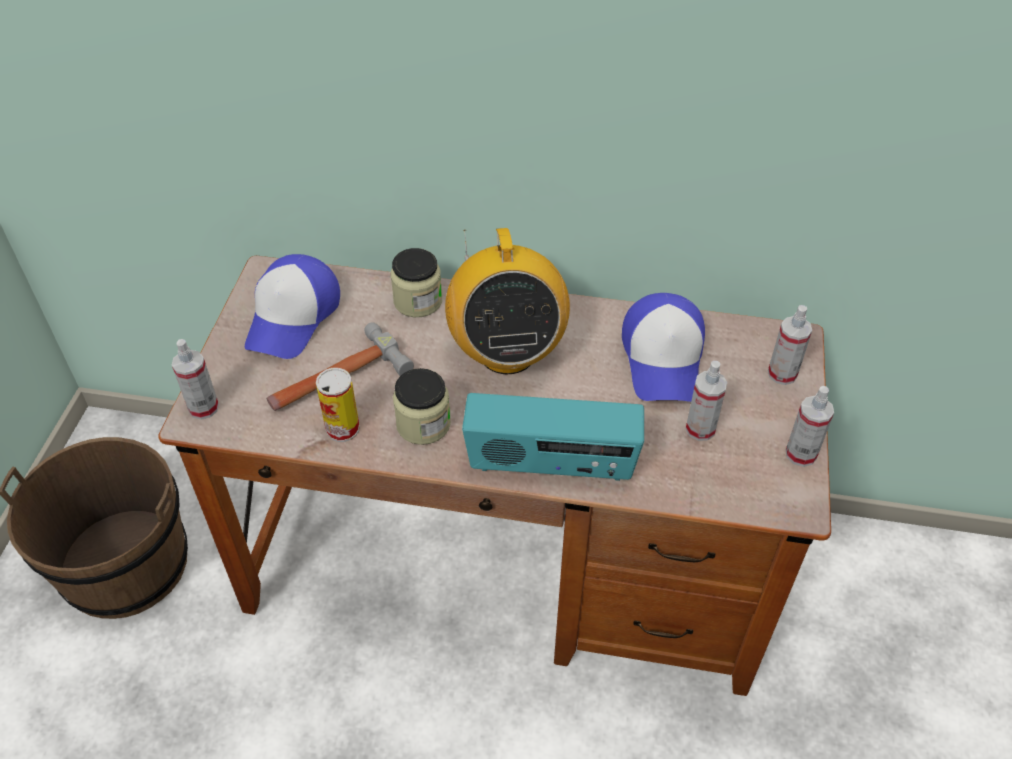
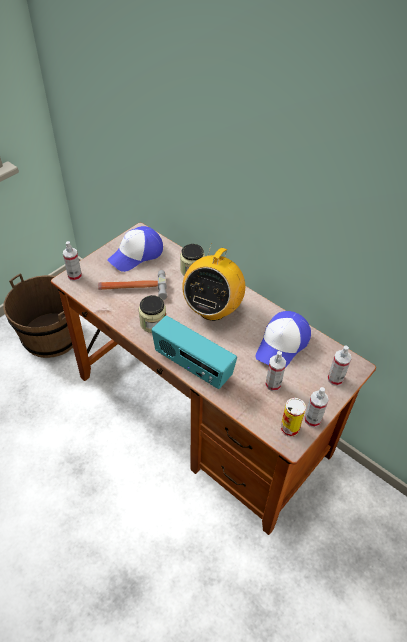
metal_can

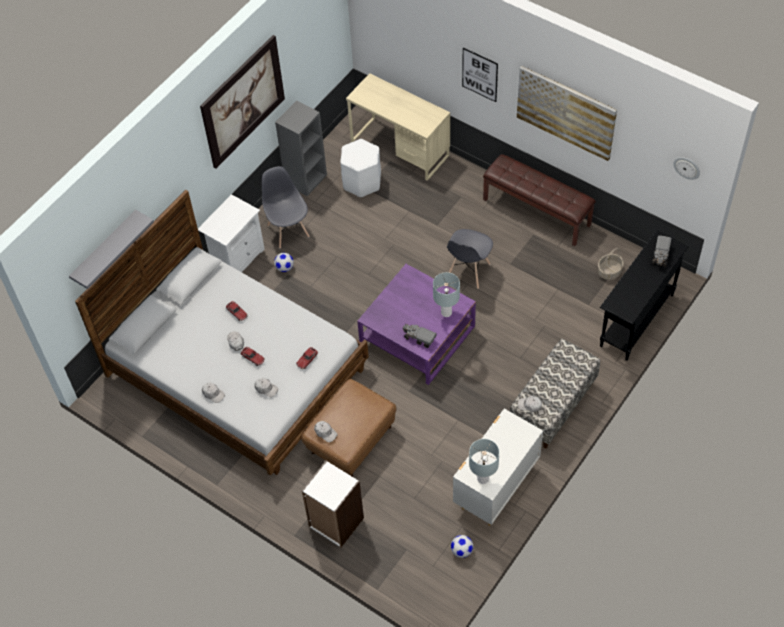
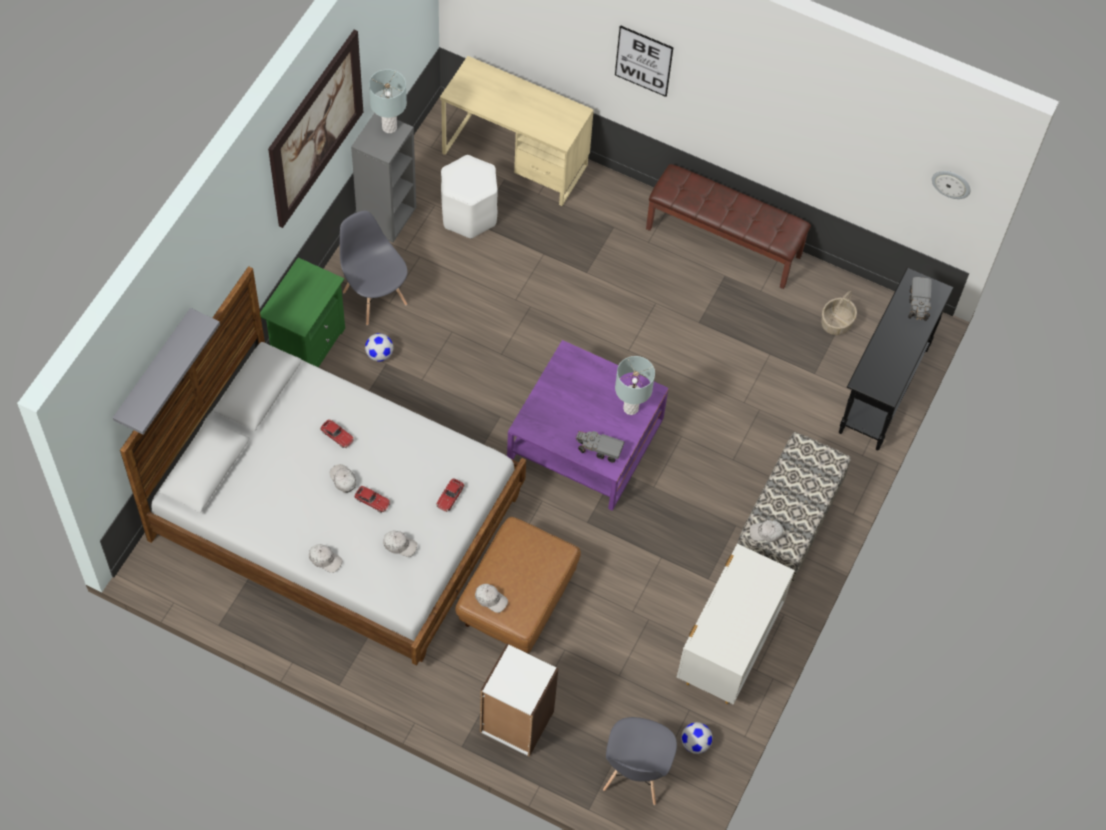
wall_art (no. 3 from left in the first image); green-coloured_night_table; gray_plain_chair (no. 2 from left); gray_table_lamp (no. 1 from left)

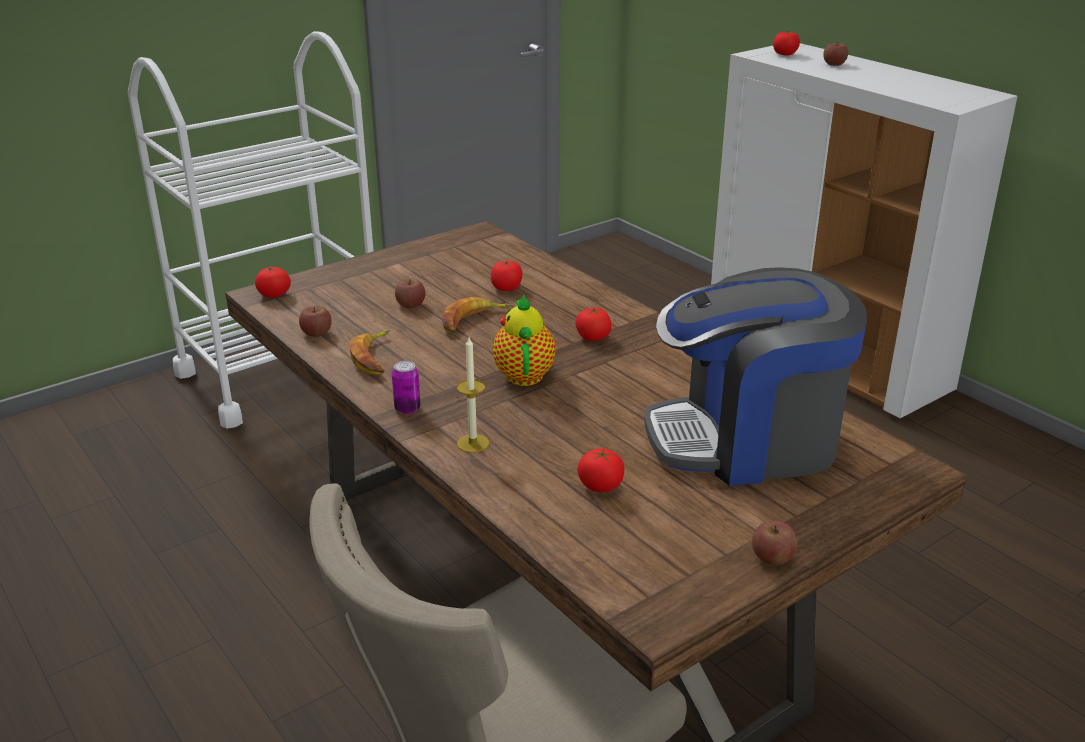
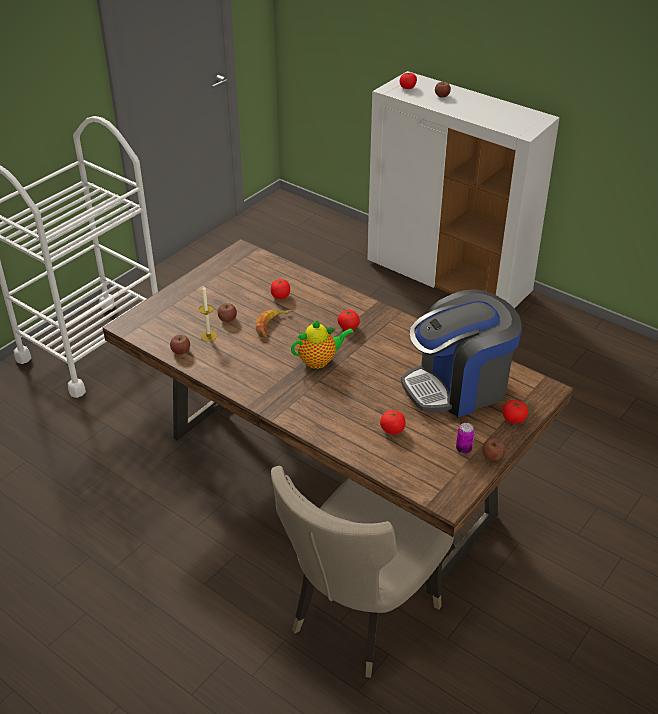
whole_tomato (no. 5 from left); teapot; banana_fruit (no. 1 from left in the first image); candle; metal_can

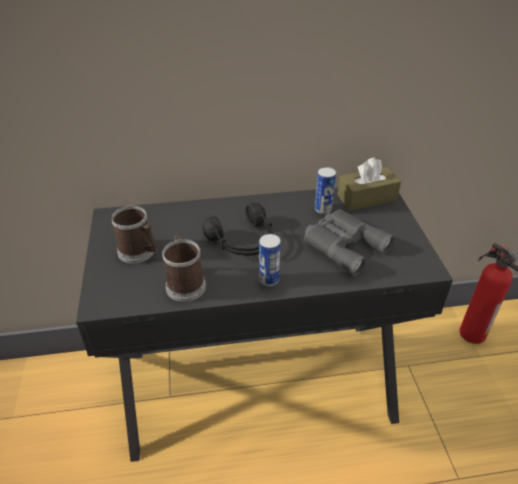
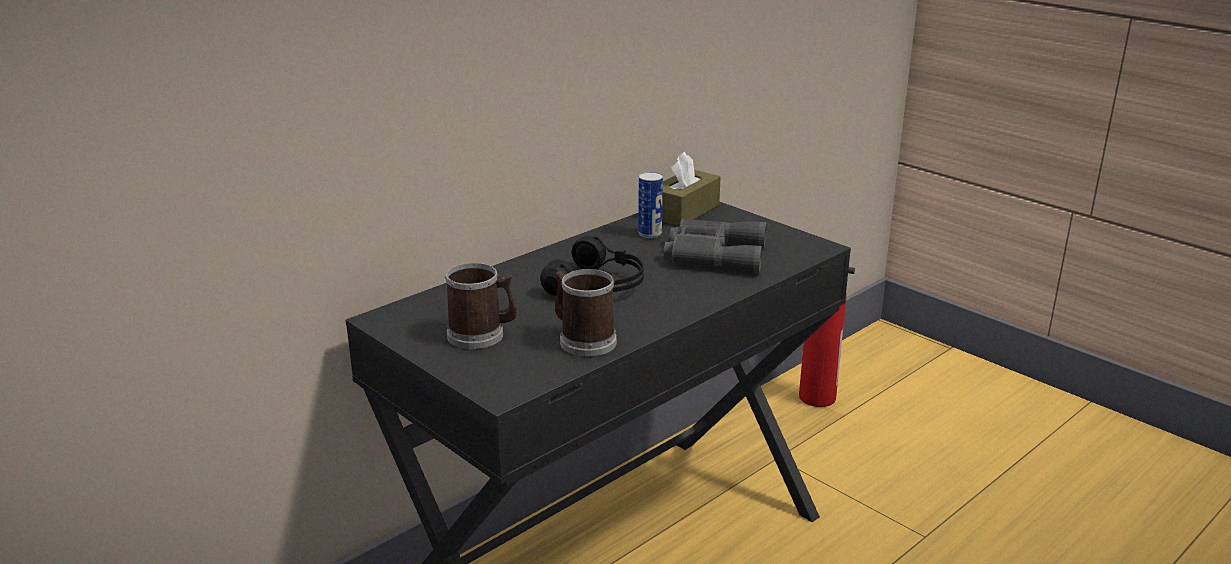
metal_can (no. 1 from left in the first image)

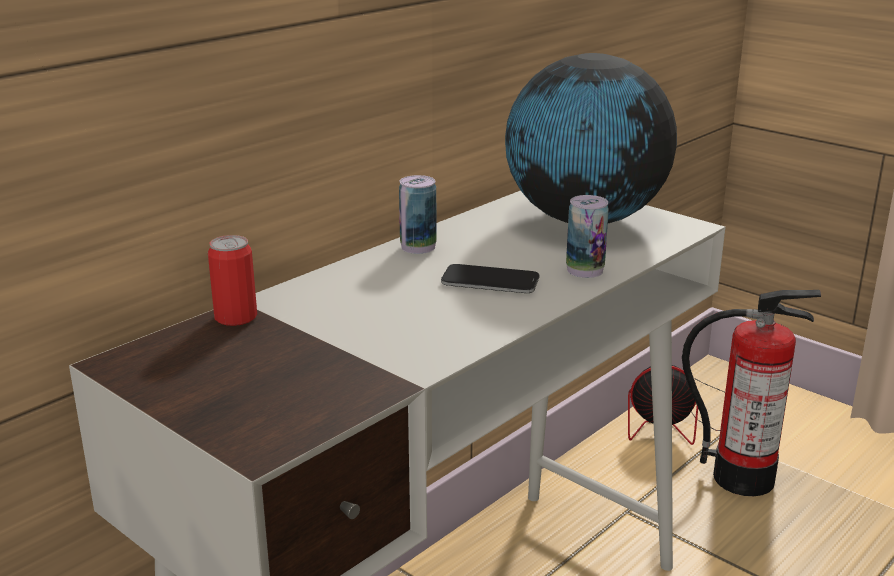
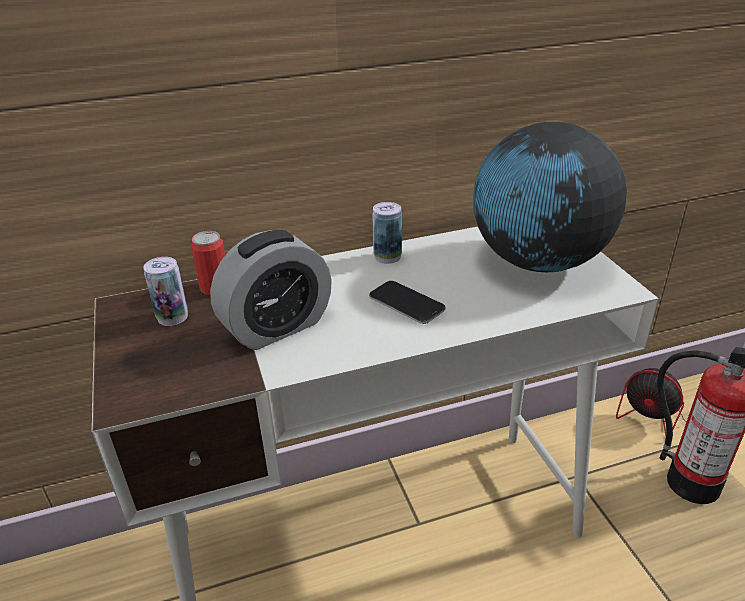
metal_can (no. 1 from left); alarm_clock

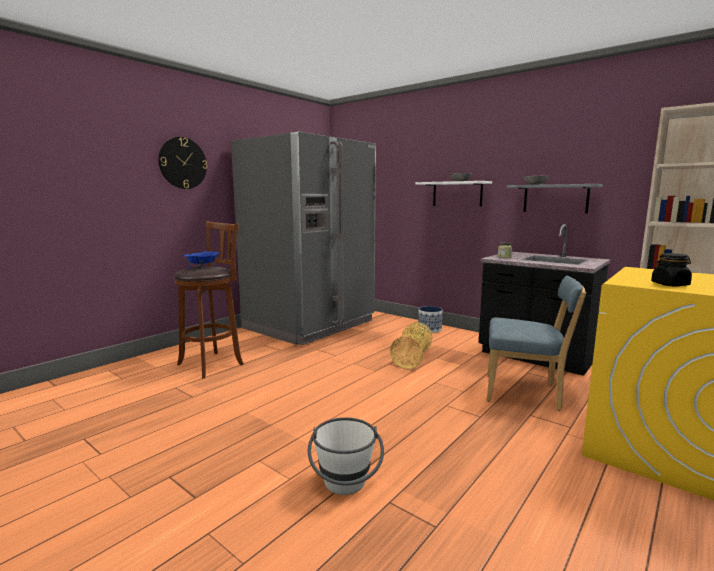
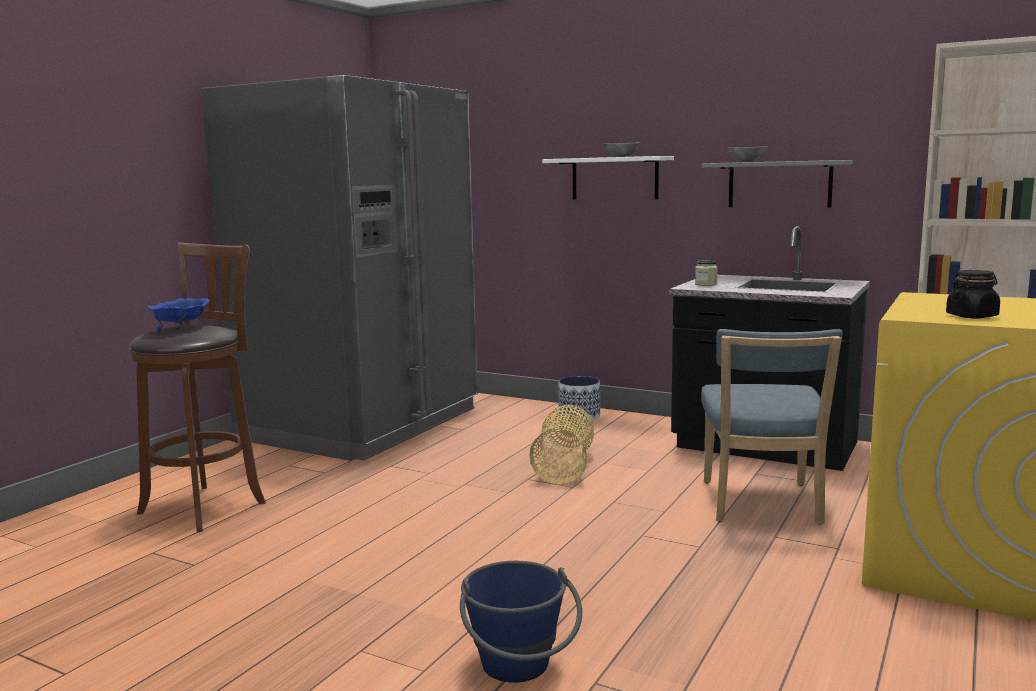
hanging_clock; blue-coloured_plain_chair; blue-coloured_water_bucket

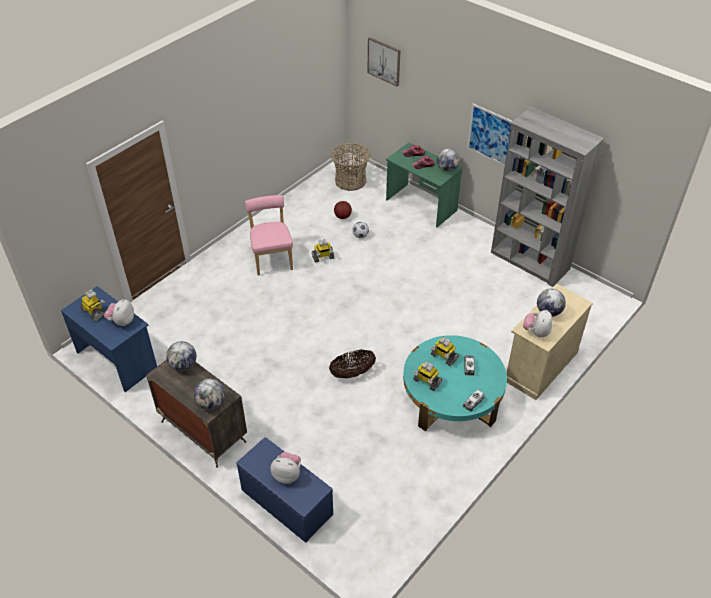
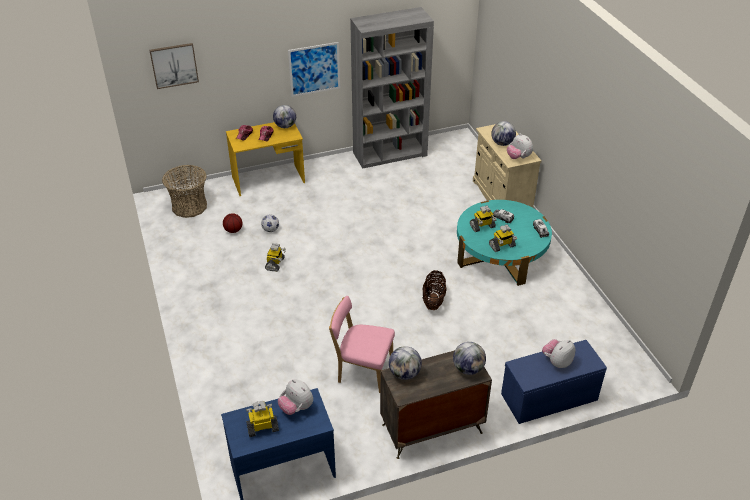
yellow_desk; pinkish_plain_chair

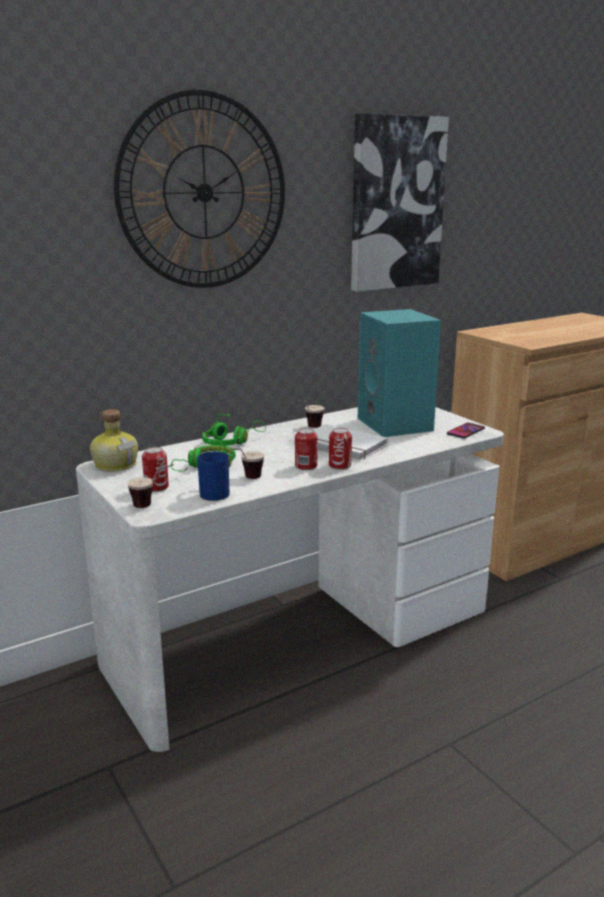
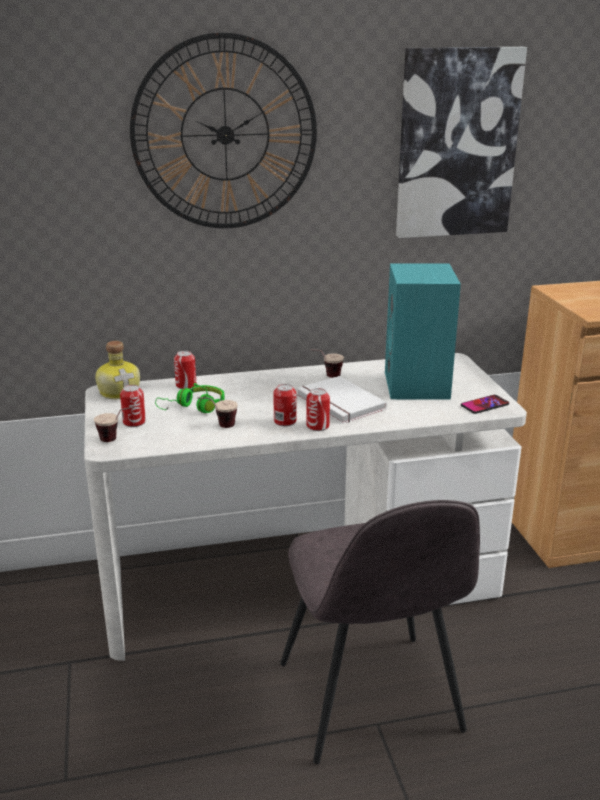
green-coloured_headset (no. 2 from left in the first image); blue-coloured_mug; metal_can (no. 2 from left); gray_plain_chair

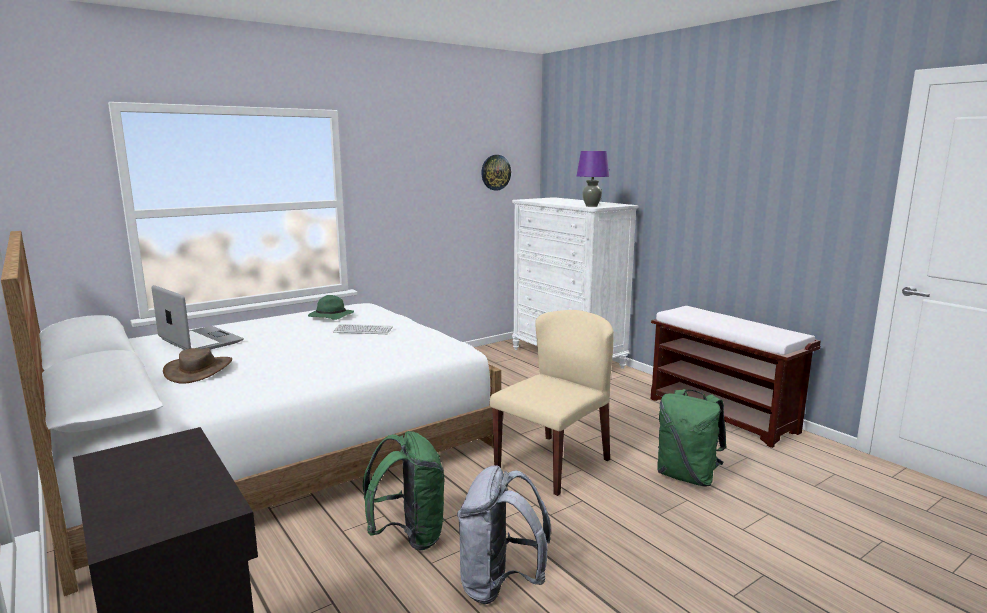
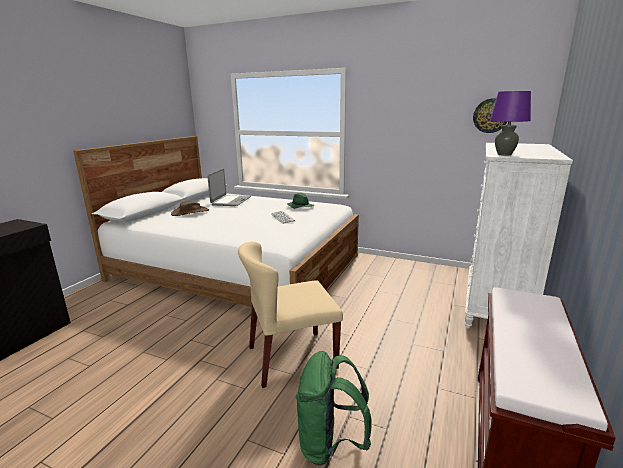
beige_plain_chair; green-coloured_knapsack (no. 1 from left in the first image); gray_knapsack

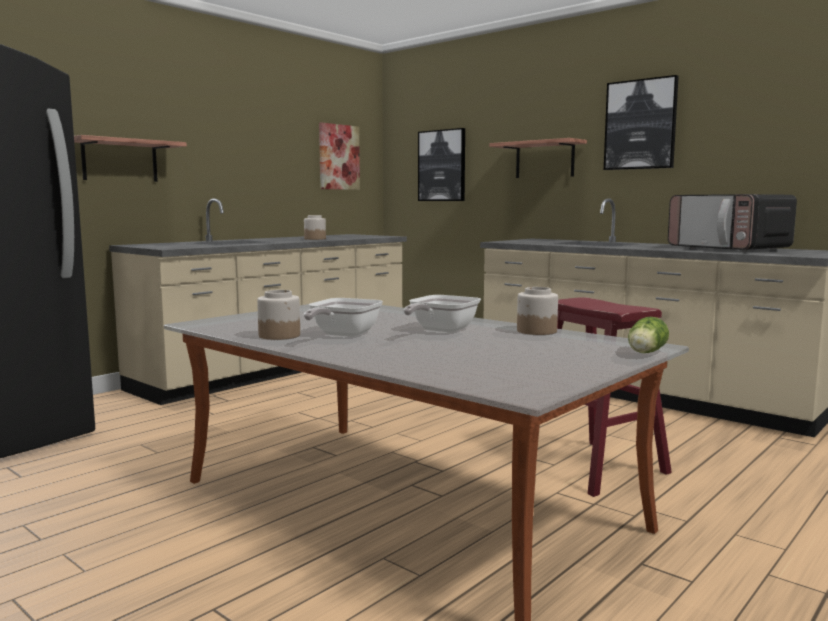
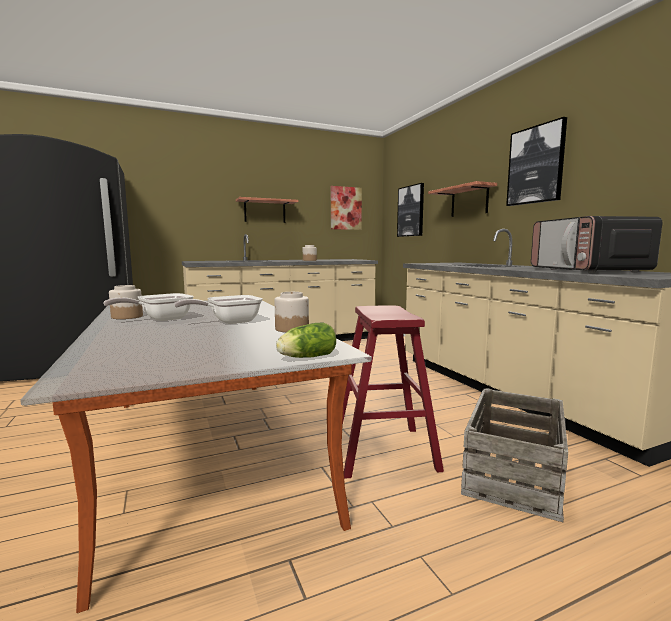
bracket_shelf (no. 1 from left); packing_crate

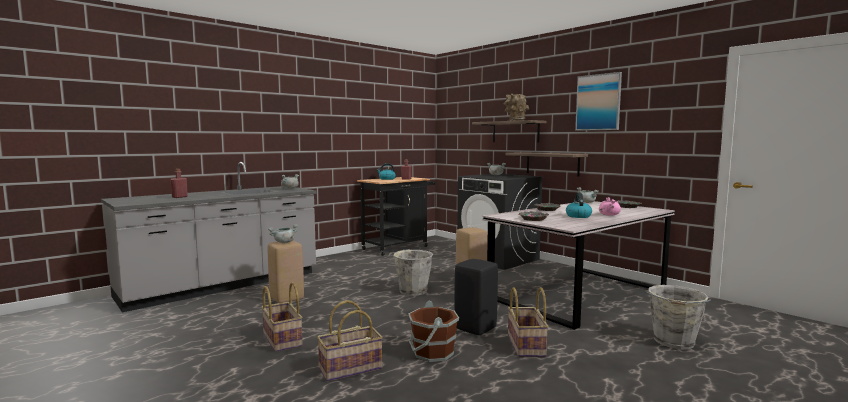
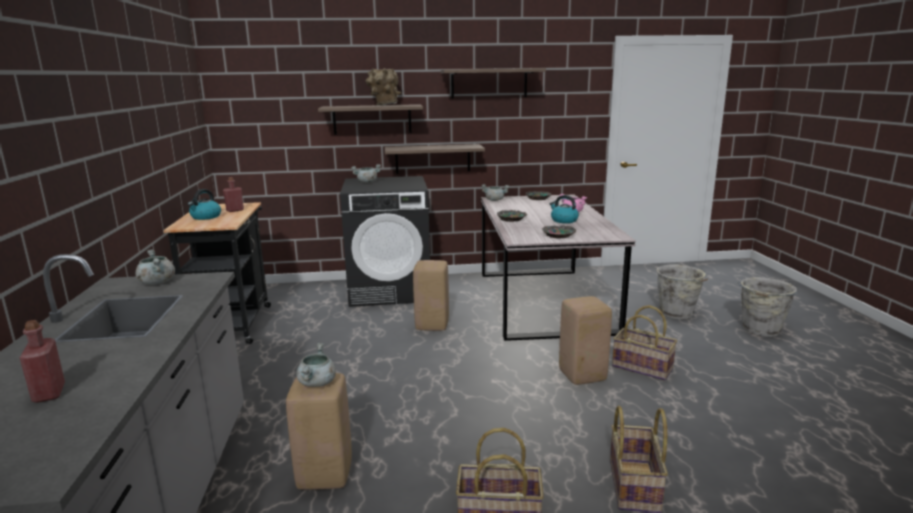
bracket_shelf (no. 3 from left); gray_water_bucket (no. 2 from left); beige_sitting_stool (no. 3 from left); brown_water_bucket

